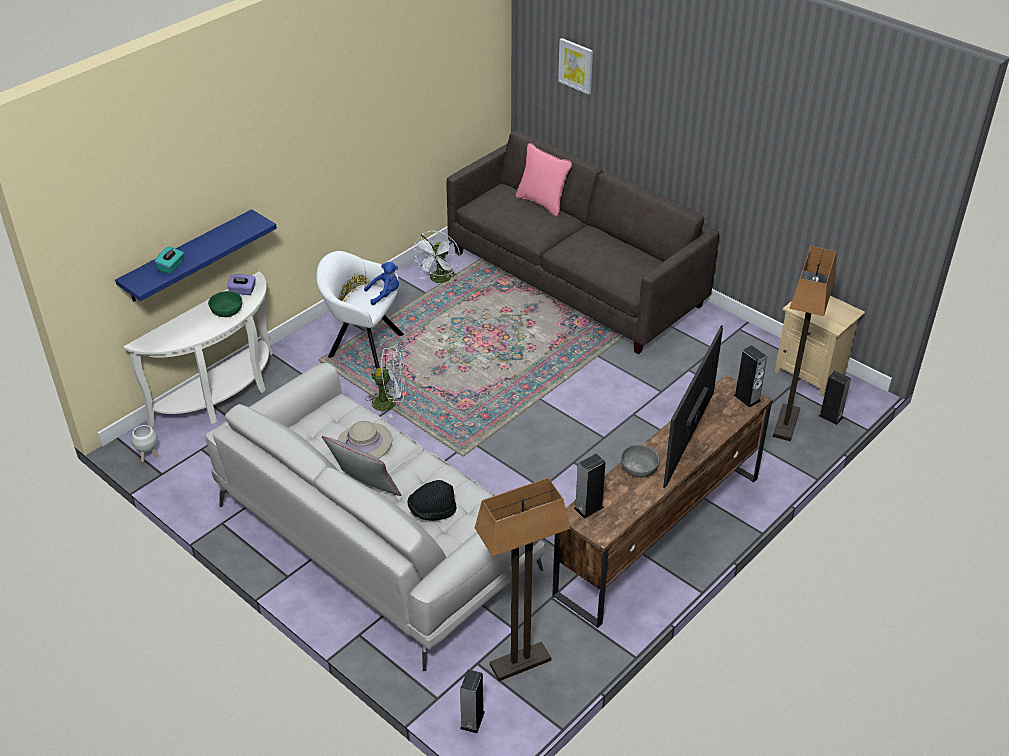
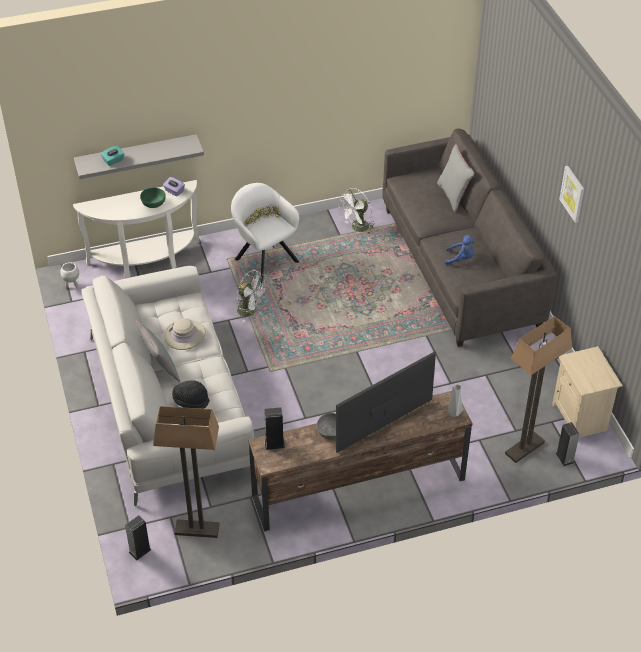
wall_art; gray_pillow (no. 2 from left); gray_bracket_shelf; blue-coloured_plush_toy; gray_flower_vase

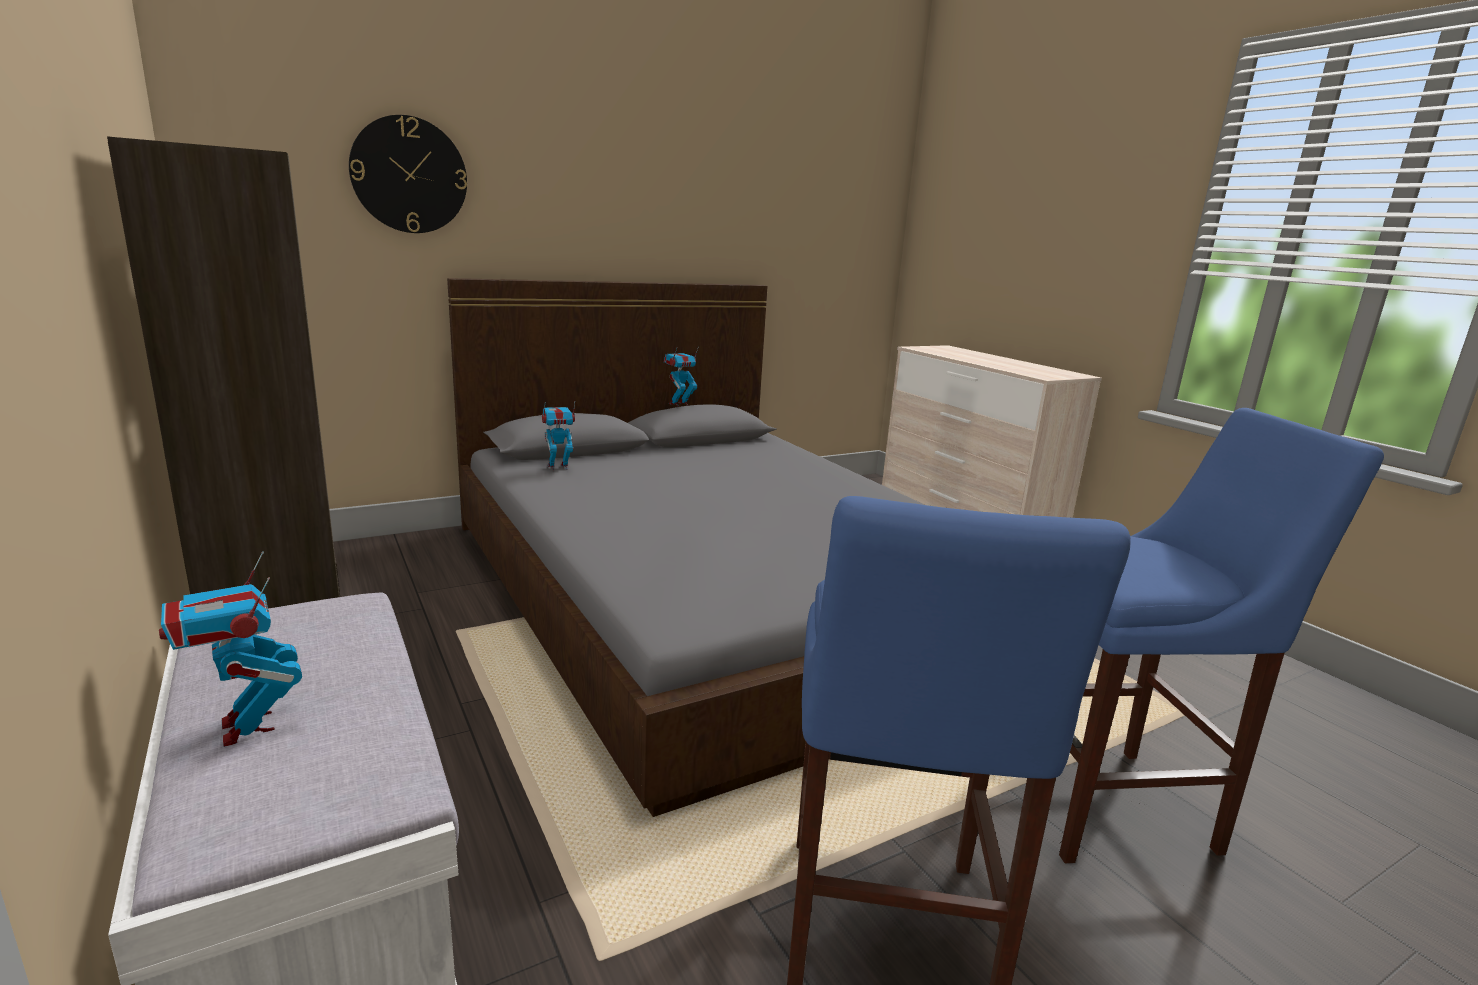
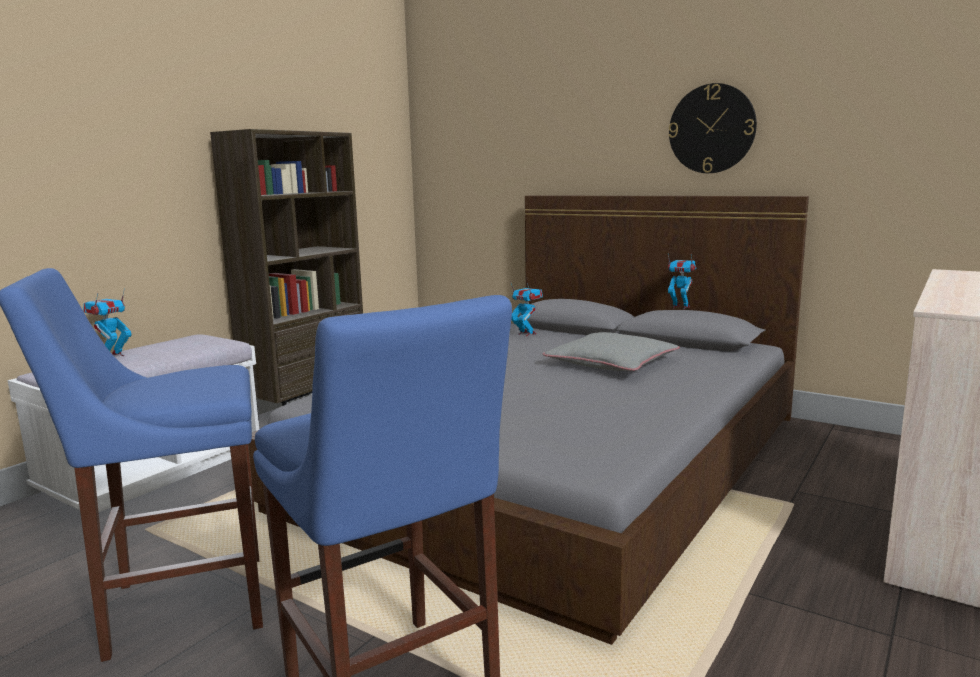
hanging_clock; gray_pillow

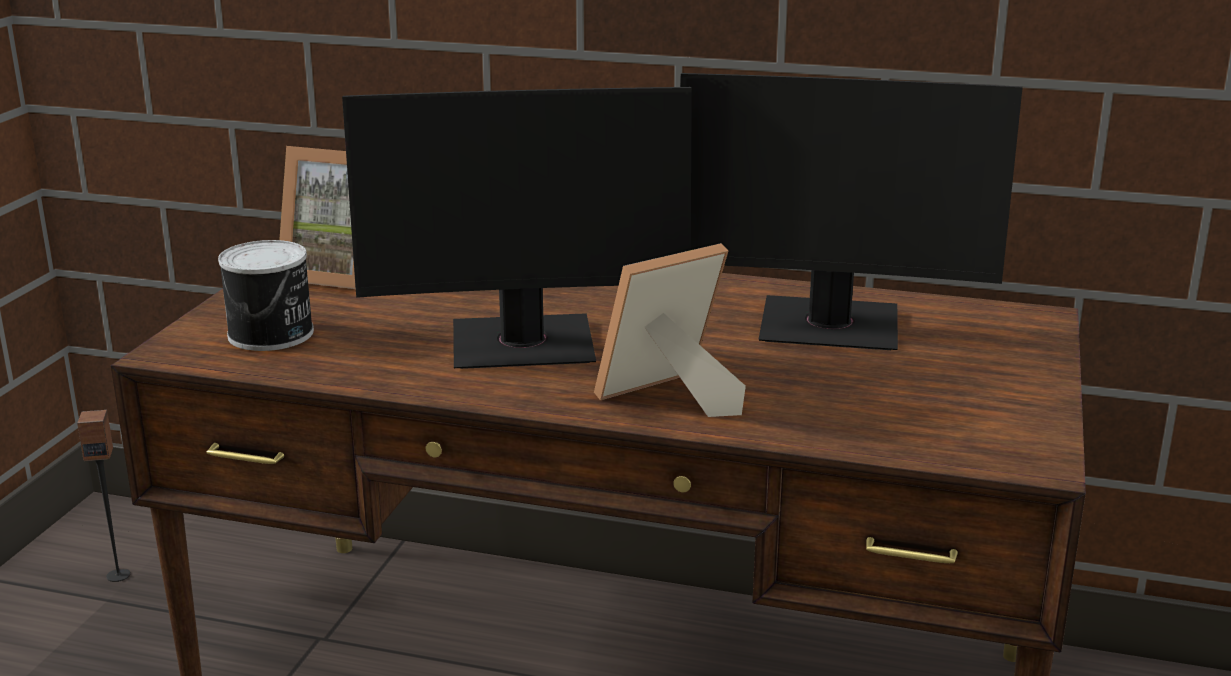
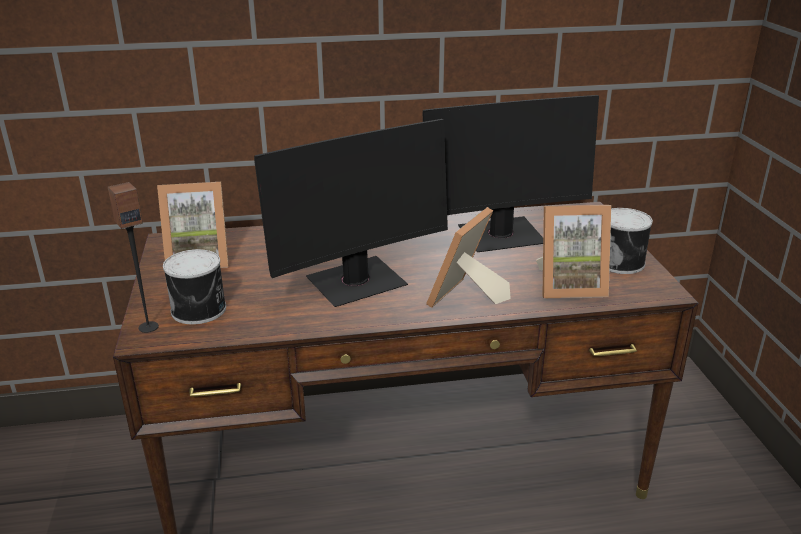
loudspeaker; photo_frame (no. 3 from left); metal_can (no. 2 from left)

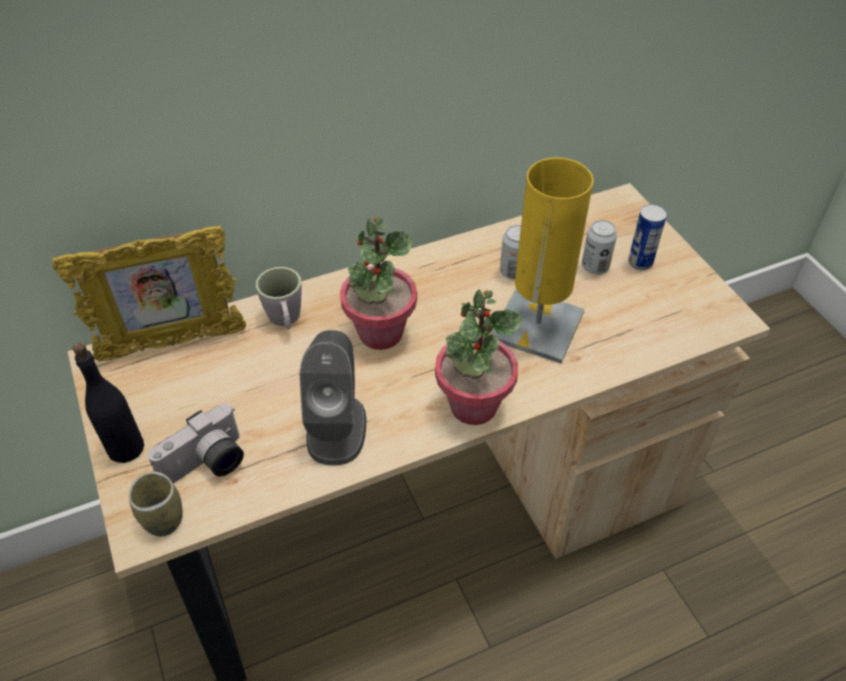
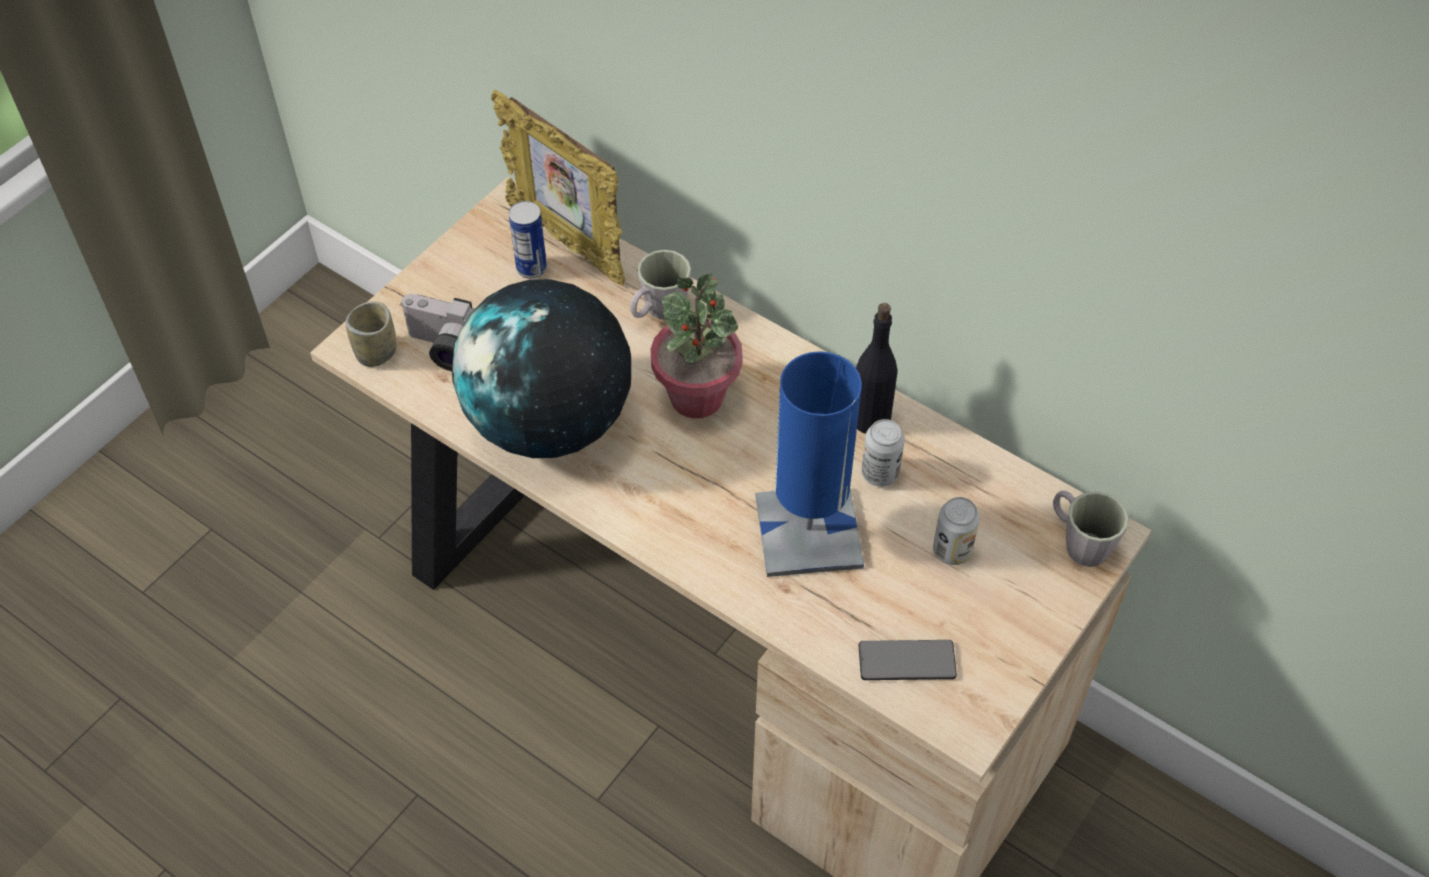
blue-coloured_table_lamp; metal_can (no. 1 from left); plant_in_a_pot (no. 2 from left in the first image); world_globe; black_drink_bottle; gray_mug (no. 2 from left); phone

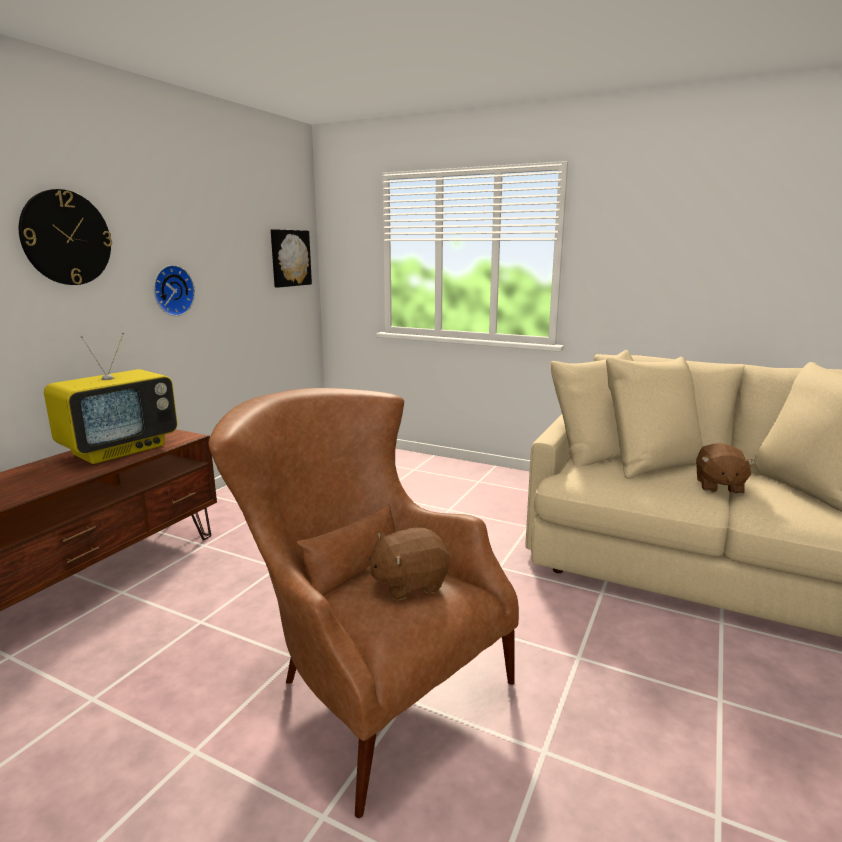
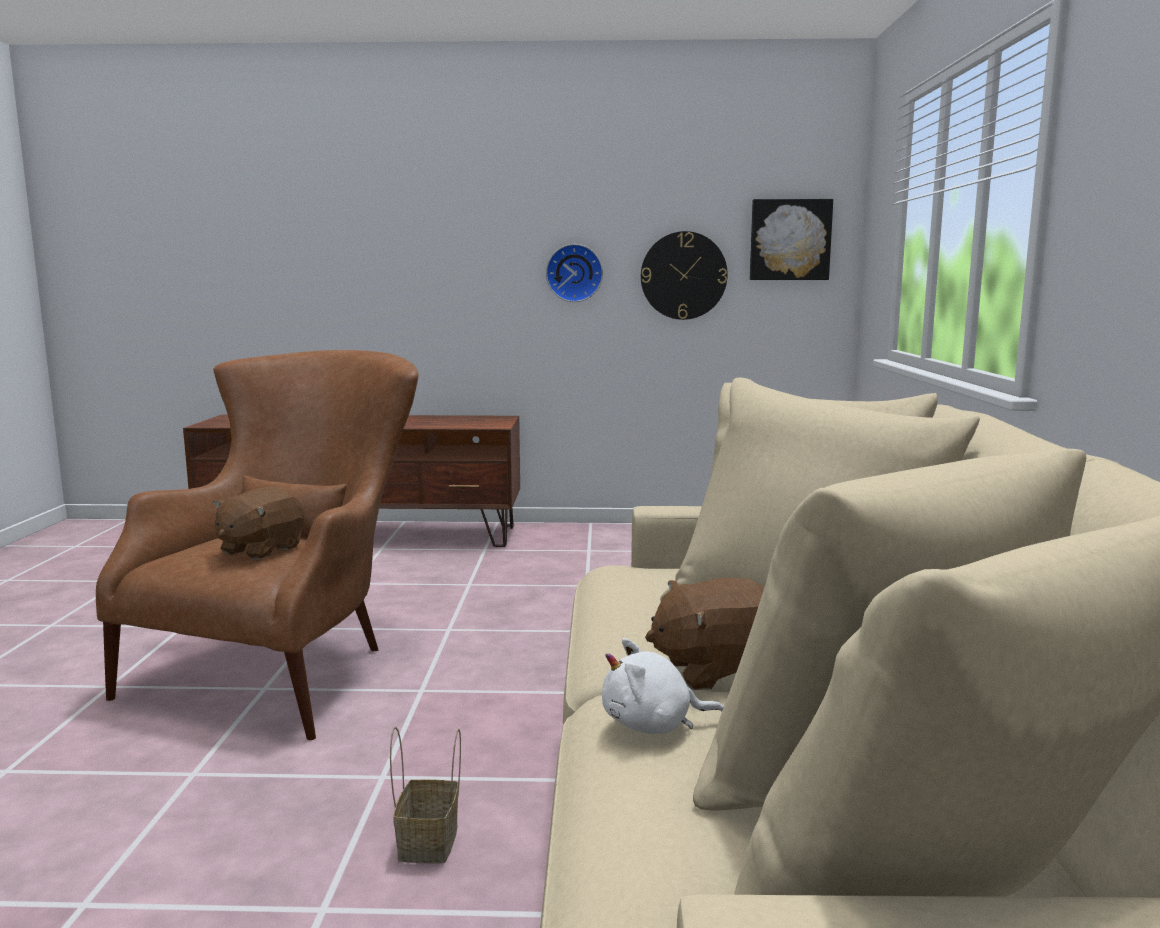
hanging_clock (no. 2 from left); TV; brown_plush_toy (no. 1 from left); white-coloured_plush_toy; household_basket

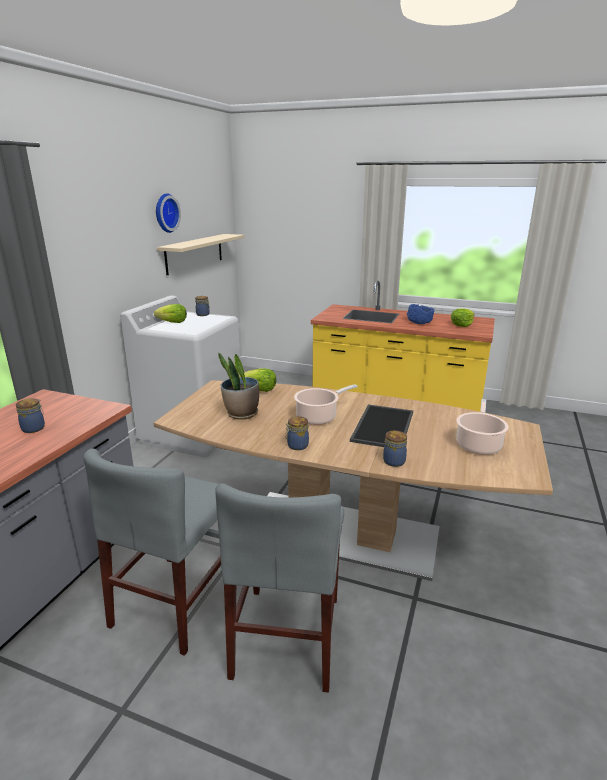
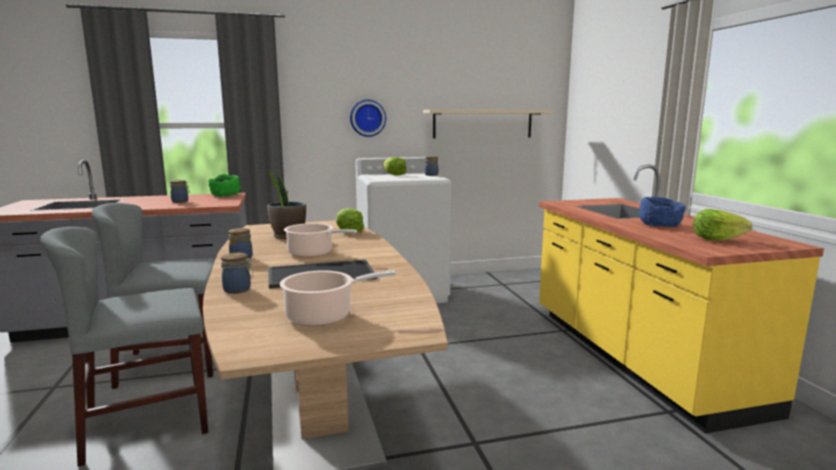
hanging_clock; green-coloured_deep_dish

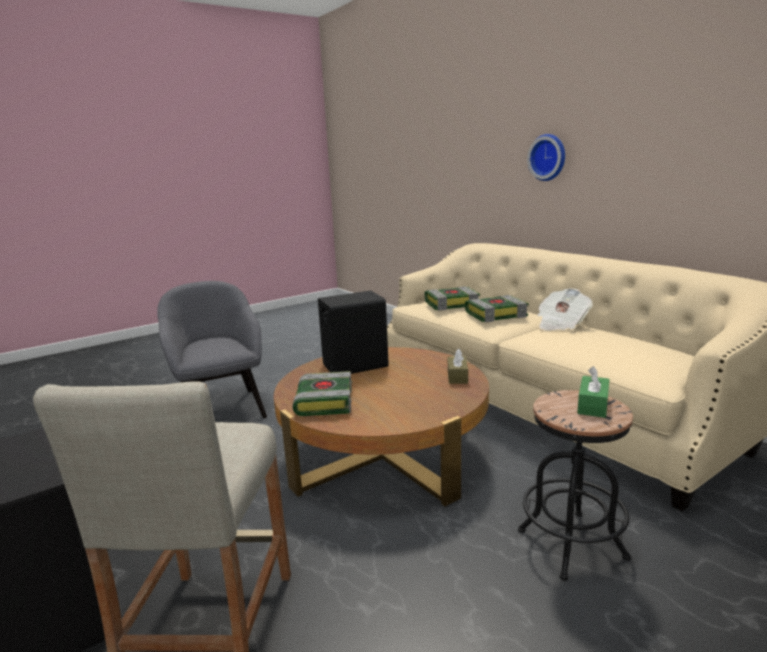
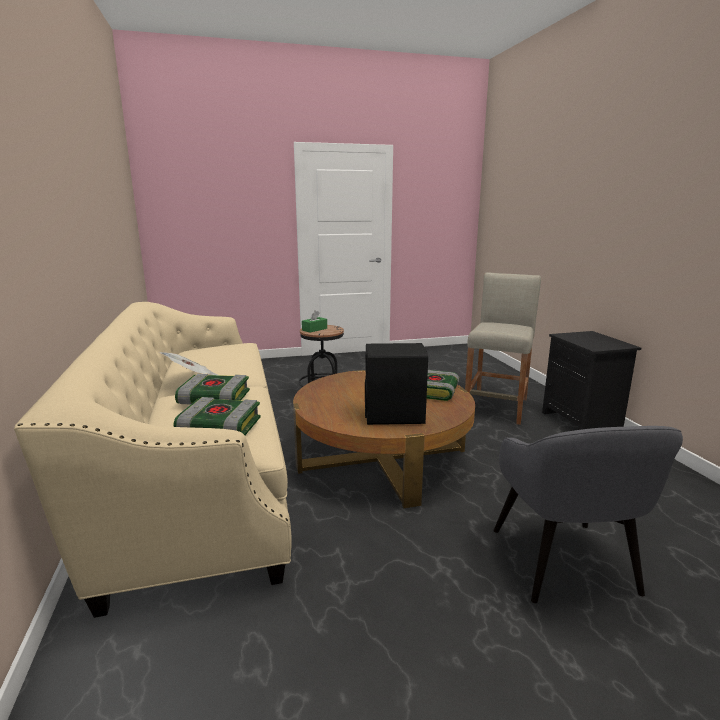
hanging_clock; brown_tissue_box

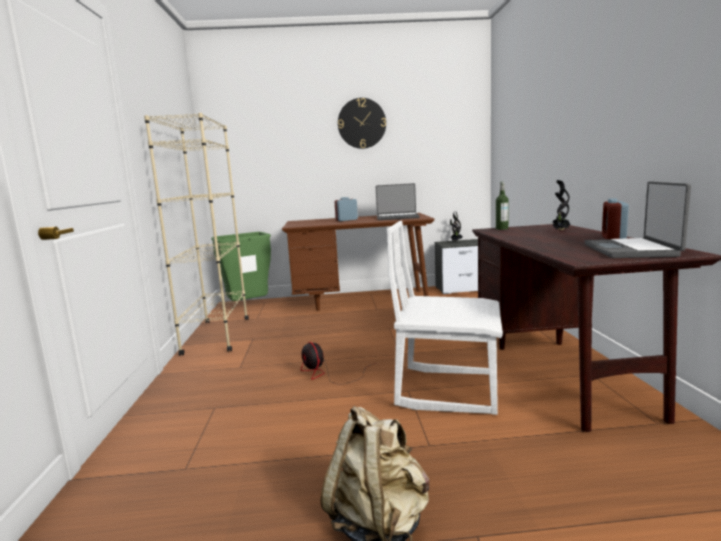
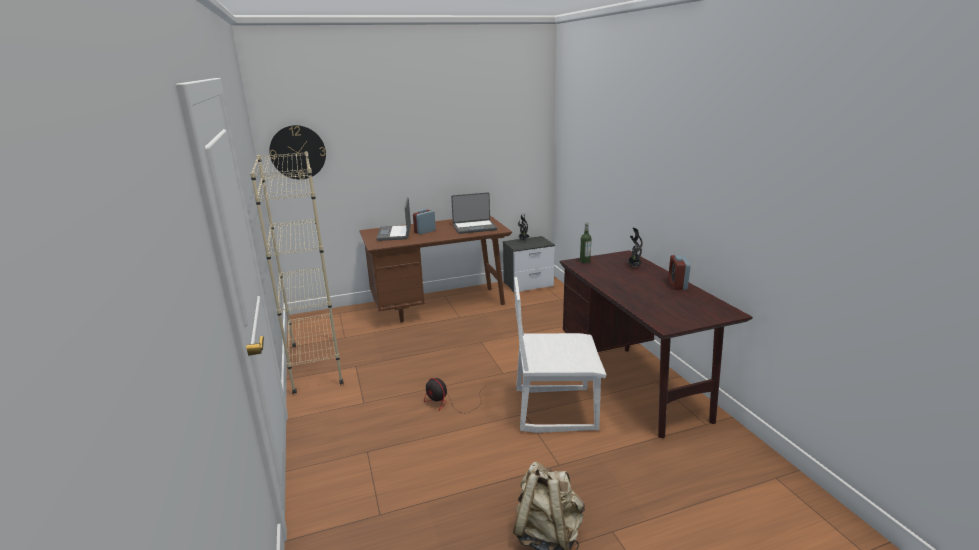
hanging_clock; notebook_computer (no. 1 from left); green-coloured_waste_bin

